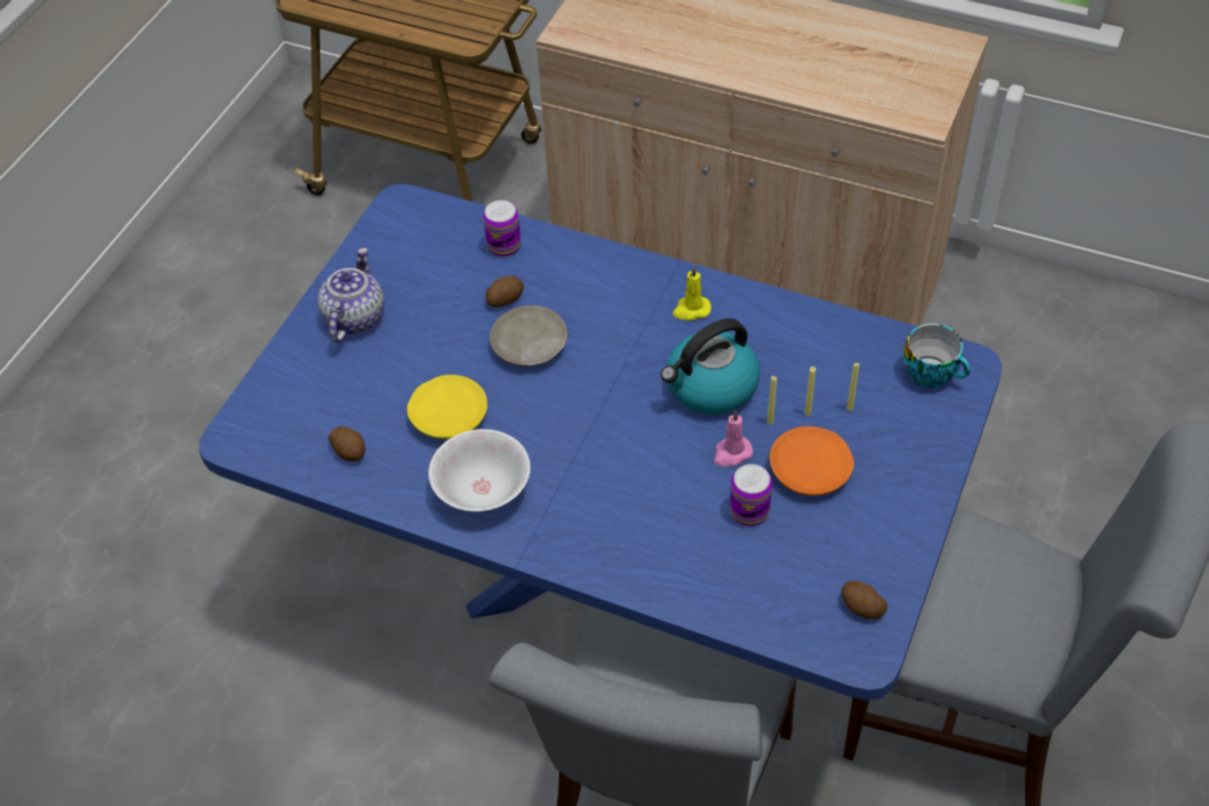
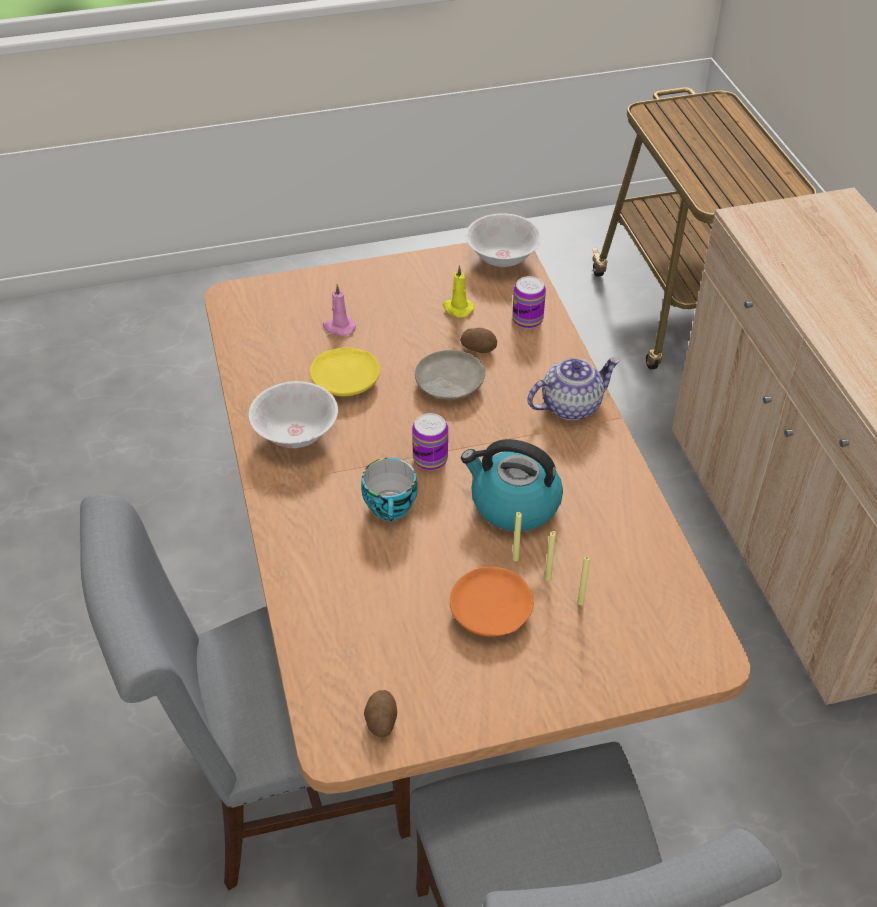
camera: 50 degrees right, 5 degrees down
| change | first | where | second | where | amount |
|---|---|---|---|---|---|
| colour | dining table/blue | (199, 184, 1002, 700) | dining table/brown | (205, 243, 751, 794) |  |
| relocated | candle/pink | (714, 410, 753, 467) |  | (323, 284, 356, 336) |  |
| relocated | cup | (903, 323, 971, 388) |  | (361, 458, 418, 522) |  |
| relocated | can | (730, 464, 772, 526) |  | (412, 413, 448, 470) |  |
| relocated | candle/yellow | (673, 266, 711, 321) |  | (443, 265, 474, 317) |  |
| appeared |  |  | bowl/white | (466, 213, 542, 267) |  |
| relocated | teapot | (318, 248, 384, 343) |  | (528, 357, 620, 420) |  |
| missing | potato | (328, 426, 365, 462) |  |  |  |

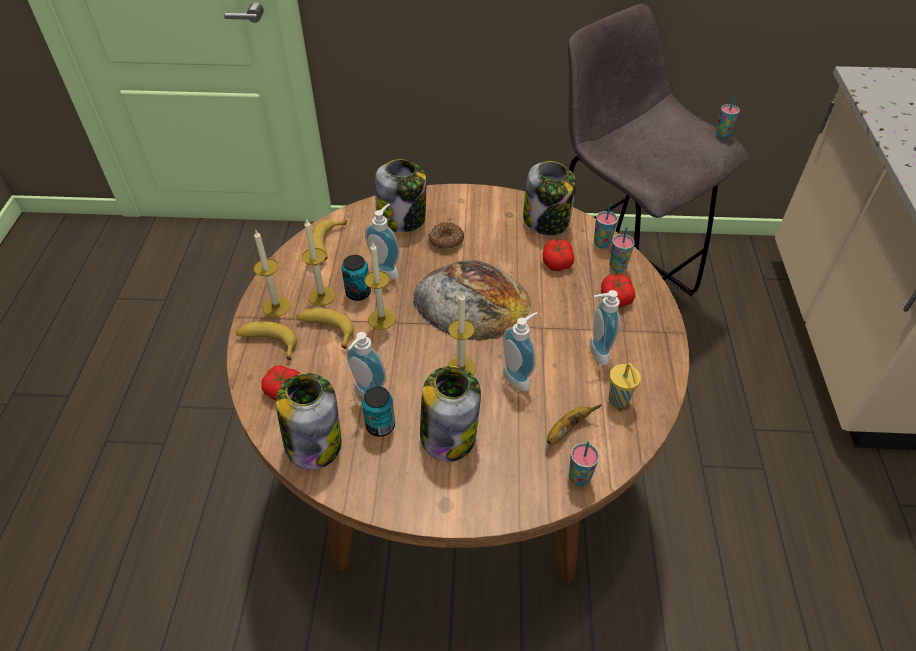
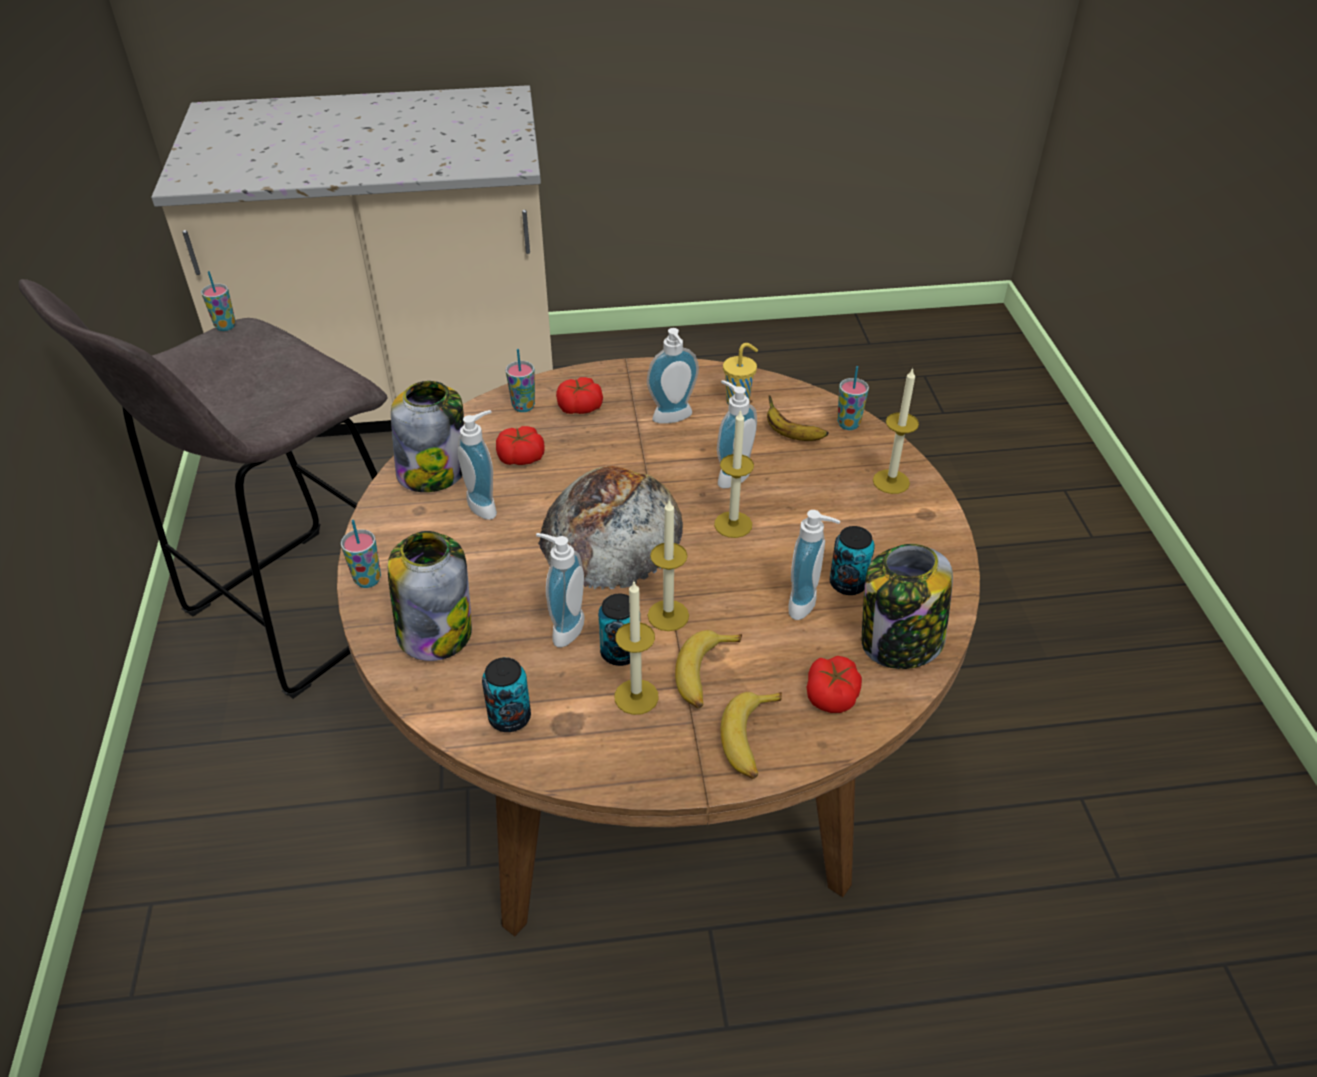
camera: 100 degrees left, 5 degrees down
| change | first | where | second | where | amount |
|---|---|---|---|---|---|
| relocated | cup | (594, 204, 618, 249) |  | (341, 520, 381, 588) |  |
| appeared |  |  | soap dispenser | (457, 410, 497, 520) |  |
| exchanged | banana | (312, 220, 347, 260) | can | (482, 657, 531, 732) |  |
| relocated | candle | (253, 230, 291, 317) |  | (873, 367, 919, 494) |  |
| missing | jar | (420, 366, 481, 462) |  |  |  |
| missing | donut | (428, 222, 464, 251) |  |  |  |

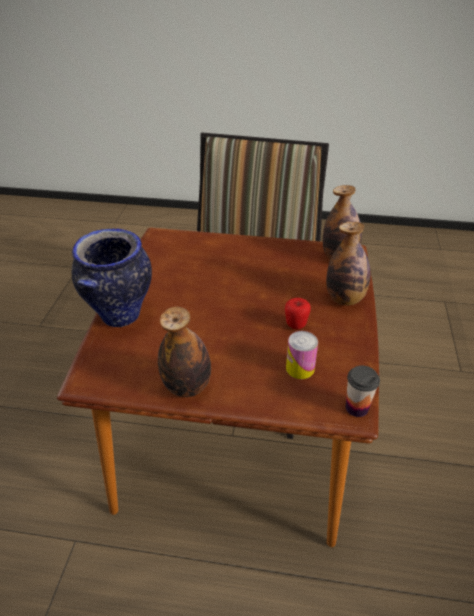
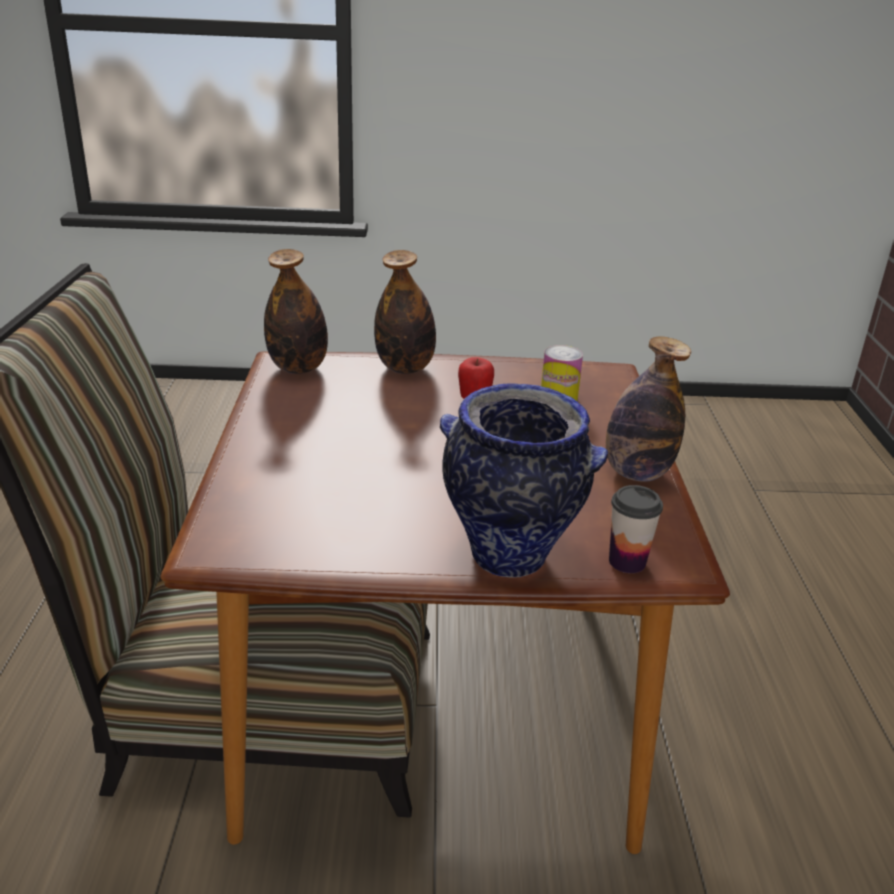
camera: 100 degrees left, 10 degrees down
| change | first | where | second | where | amount |
|---|---|---|---|---|---|
| relocated | cup | (346, 366, 380, 417) |  | (609, 485, 663, 573) |  |

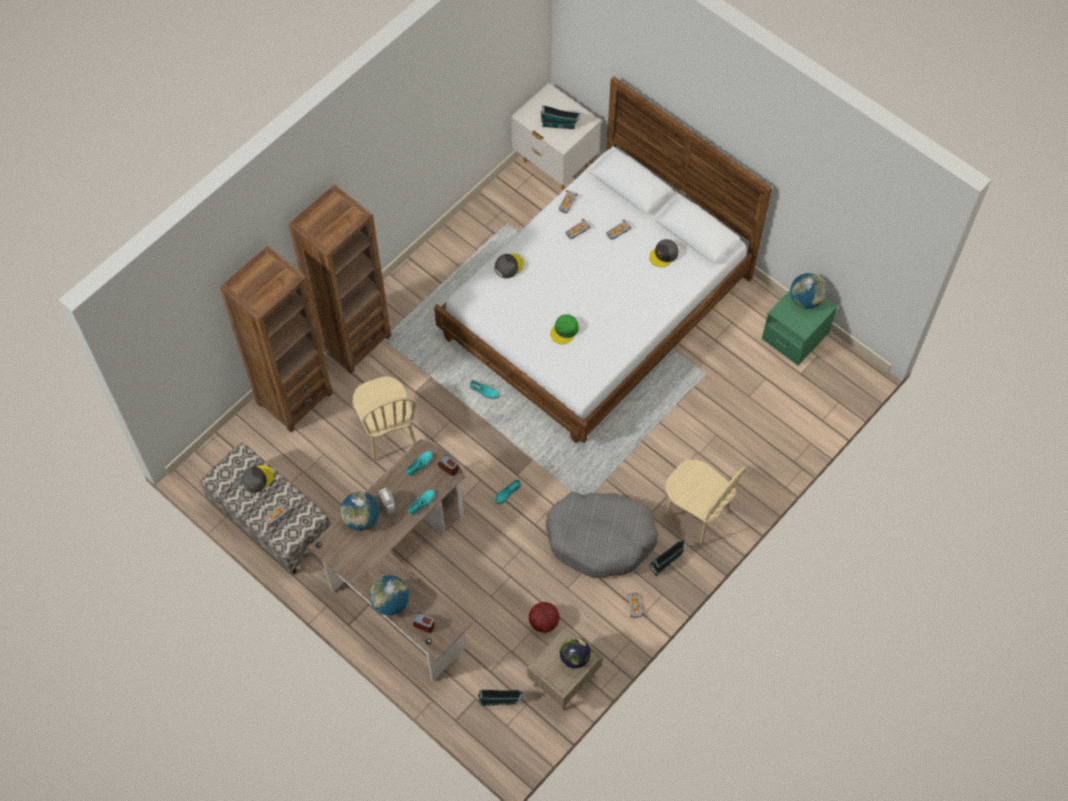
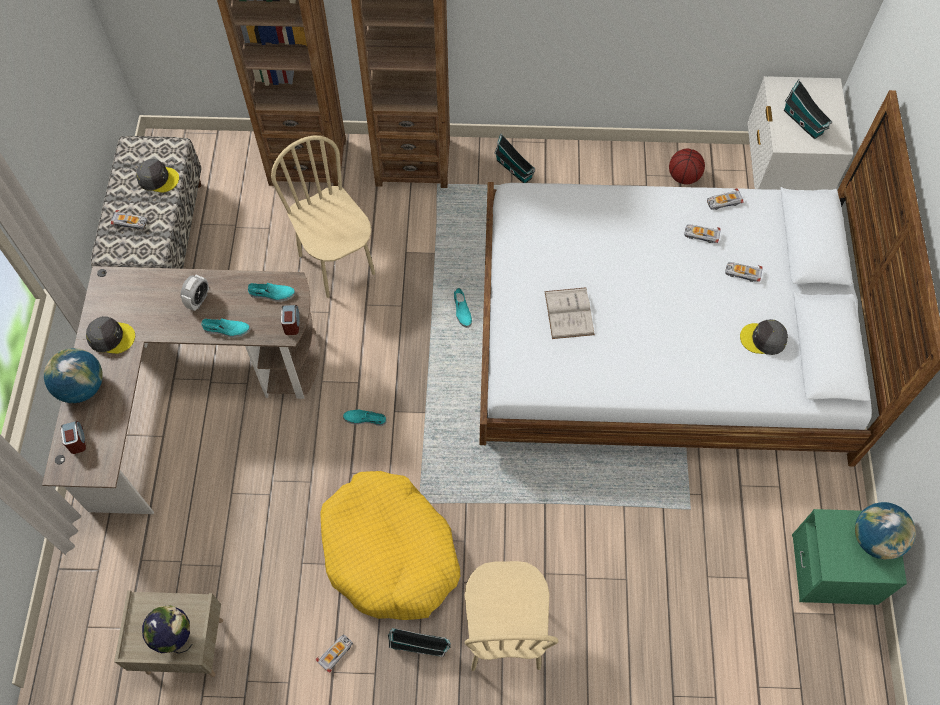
camera: 50 degrees right, 0 degrees up
| change | first | where | second | where | amount |
|---|---|---|---|---|---|
| relocated | cap/grey | (495, 253, 524, 278) |  | (86, 316, 135, 354) |  |
| spun | chair/beige | (353, 376, 416, 461) |  | (271, 136, 375, 298) | 120 degrees clockwise |
| colour | dog bed/grey | (546, 492, 658, 578) | dog bed/yellow | (320, 471, 460, 620) |  |
| relocated | toy house | (478, 690, 523, 706) |  | (494, 133, 535, 183) |  |
| exchanged | cap/green | (550, 314, 579, 344) | book/white | (545, 287, 595, 339) |  |
| relocated | basketball | (529, 602, 560, 633) |  | (669, 149, 705, 185) |  |
| missing | globe | (340, 492, 379, 531) |  |  |  |

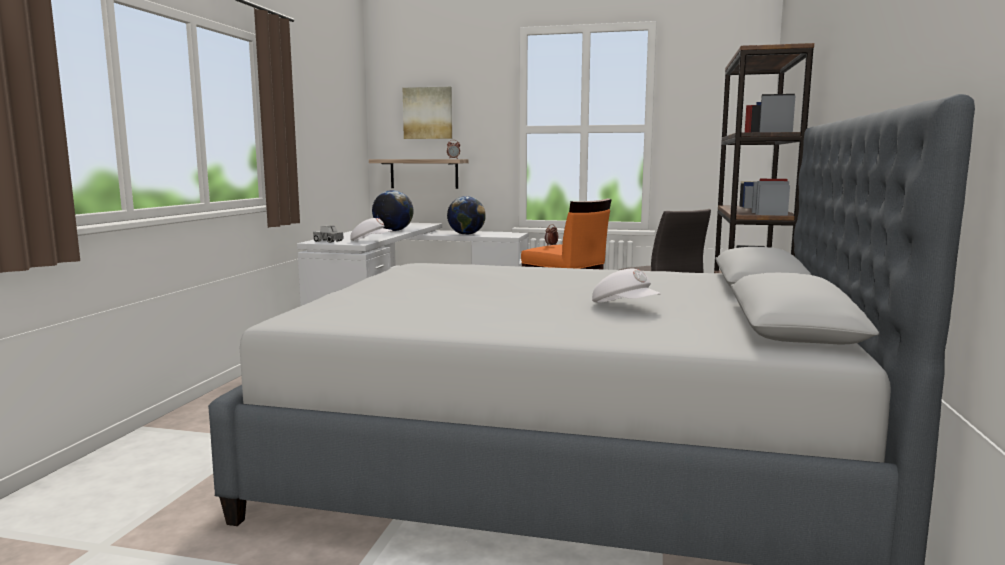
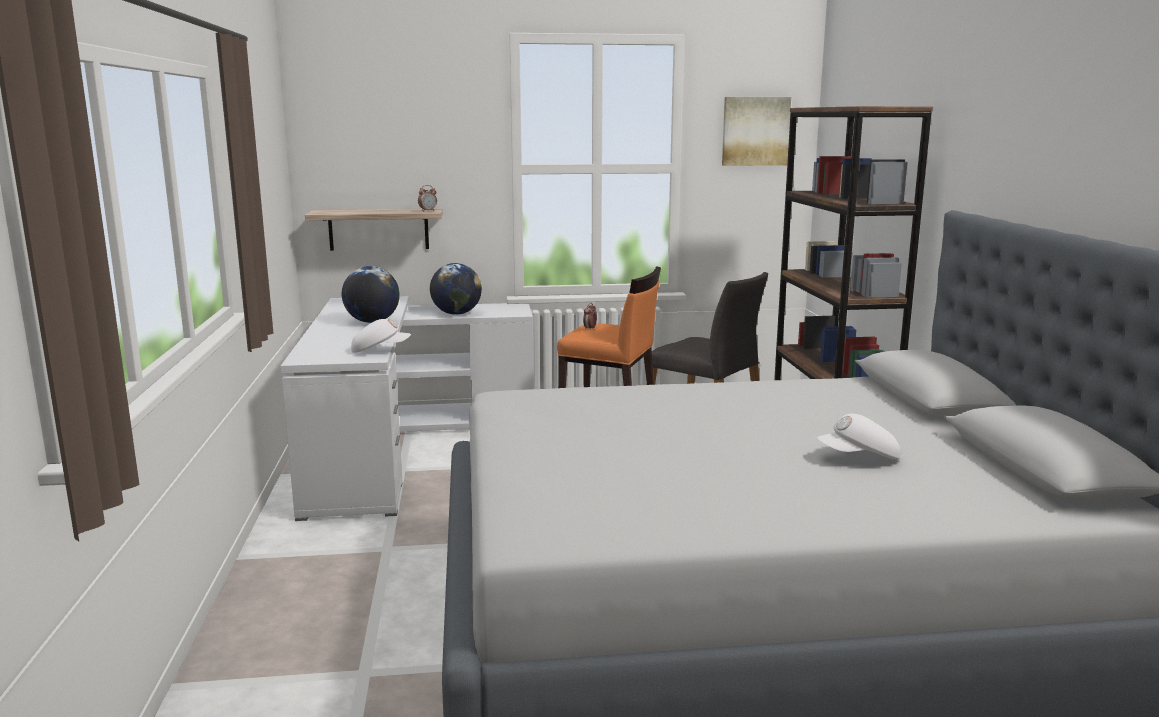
camera: 20 degrees left, 5 degrees up
| change | first | where | second | where | amount |
|---|---|---|---|---|---|
| relocated | picture | (403, 87, 452, 139) |  | (722, 97, 791, 166) |  |
| spun | cap/white | (592, 269, 661, 303) |  | (817, 414, 900, 459) | 135 degrees clockwise |
| missing | toy truck | (313, 225, 344, 243) |  |  |  |

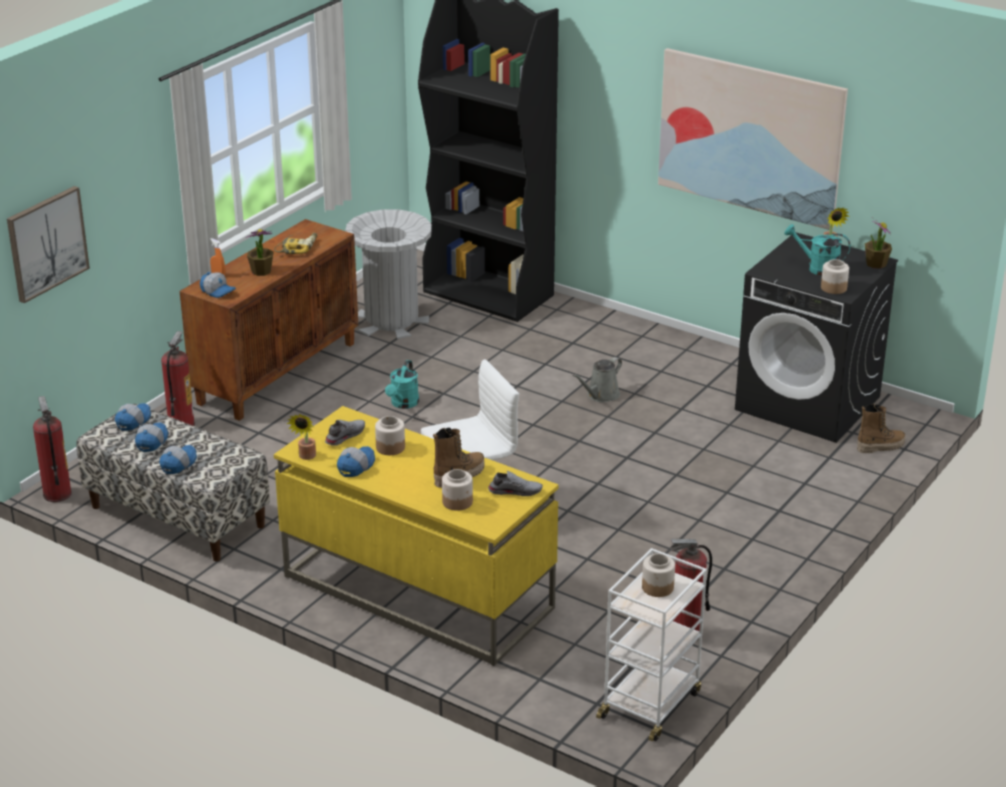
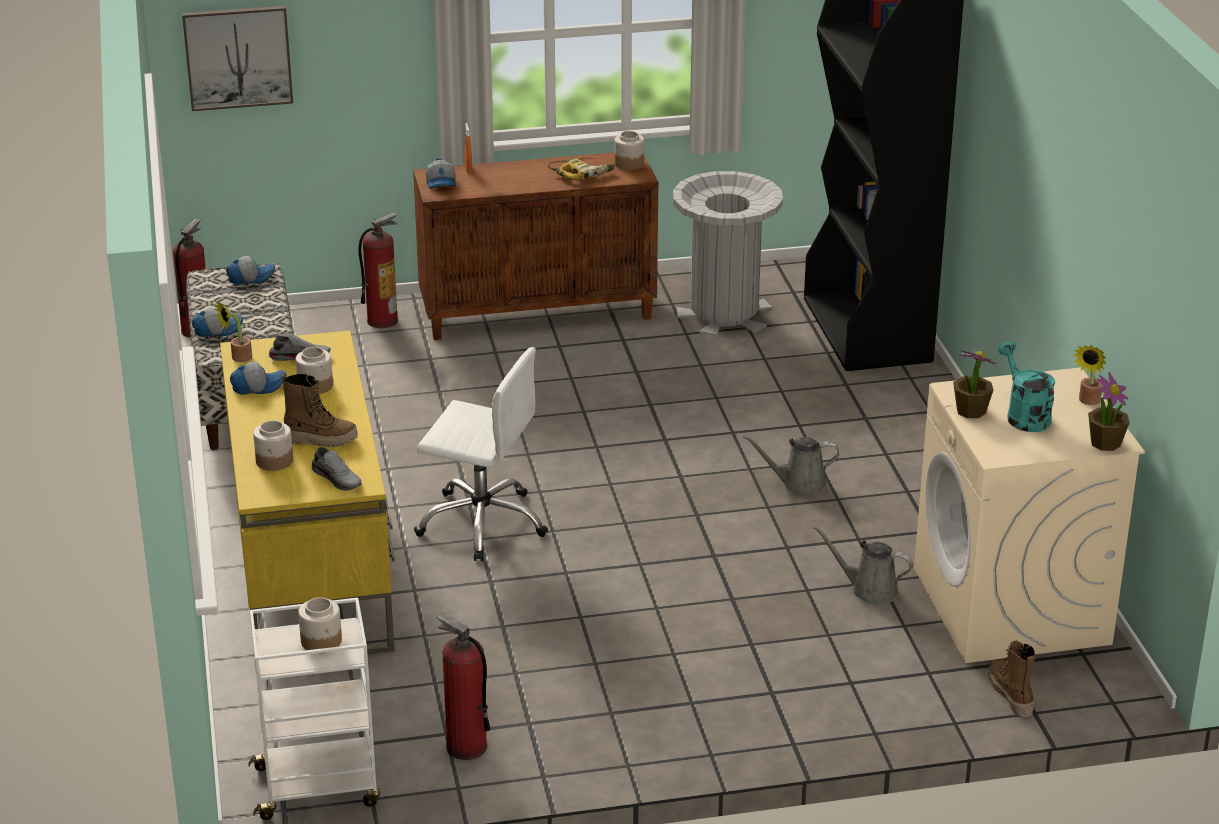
camera: 45 degrees right, 0 degrees up
| change | first | where | second | where | amount |
|---|---|---|---|---|---|
| relocated | jar | (821, 259, 849, 294) |  | (614, 131, 644, 170) |  |
| appeared |  |  | watering can/grey | (813, 525, 913, 604) |  |
| colour | washing machine/black | (735, 232, 898, 443) | washing machine/beige | (914, 368, 1145, 663) |  |
| relocated | potted plant | (246, 229, 274, 276) |  | (953, 351, 997, 418) |  |
| spun | boot | (857, 404, 905, 453) |  | (989, 641, 1035, 717) | 135 degrees counterclockwise |
| missing | cap | (135, 422, 168, 452) |  |  |  |
| missing | watering can/turquoise | (385, 360, 419, 409) |  |  |  |
| missing | picture | (658, 48, 848, 230) |  |  |  |

